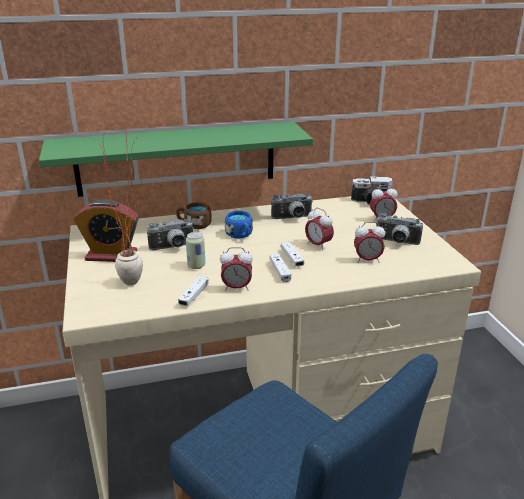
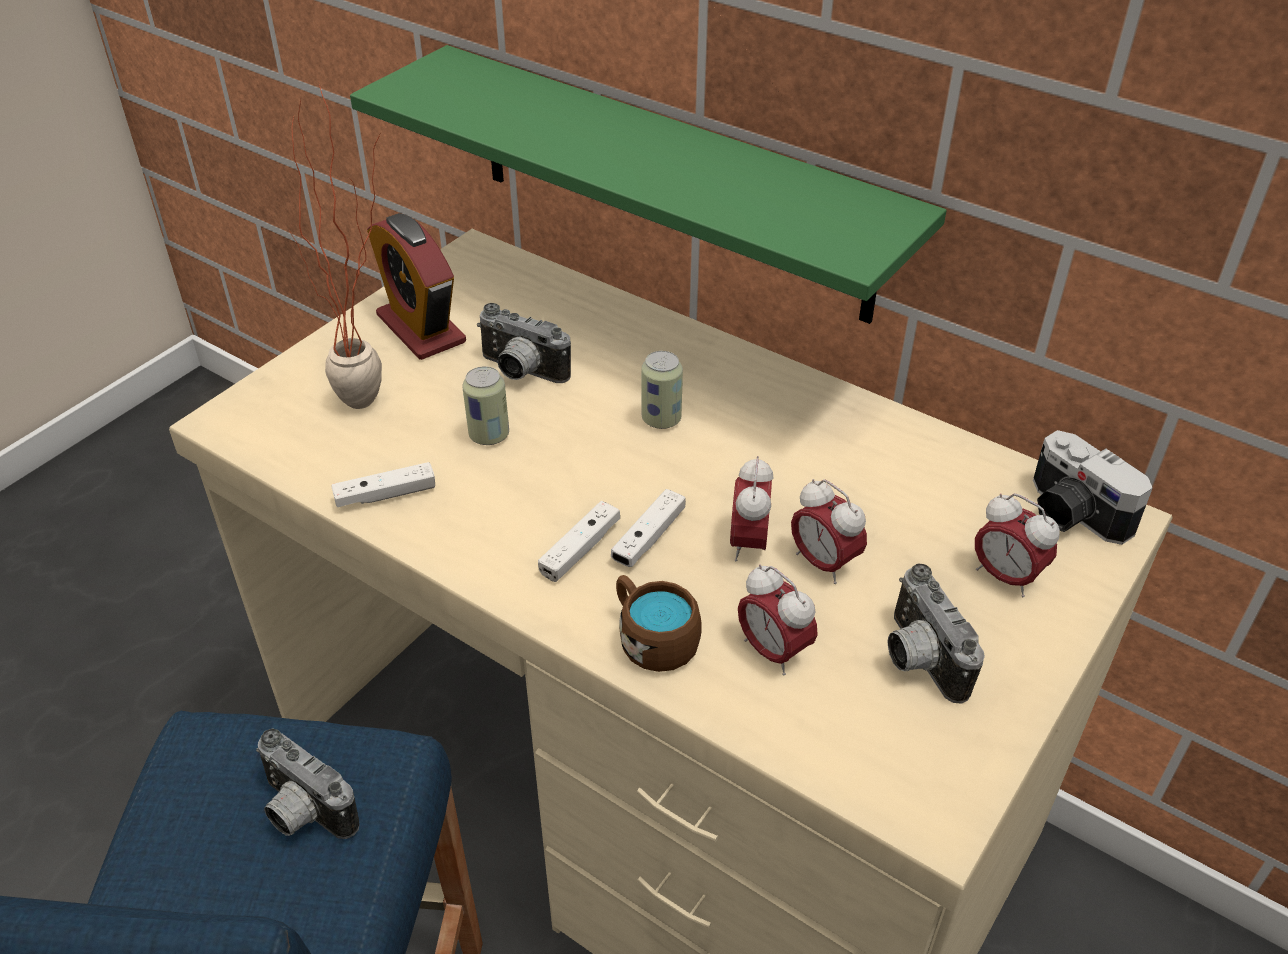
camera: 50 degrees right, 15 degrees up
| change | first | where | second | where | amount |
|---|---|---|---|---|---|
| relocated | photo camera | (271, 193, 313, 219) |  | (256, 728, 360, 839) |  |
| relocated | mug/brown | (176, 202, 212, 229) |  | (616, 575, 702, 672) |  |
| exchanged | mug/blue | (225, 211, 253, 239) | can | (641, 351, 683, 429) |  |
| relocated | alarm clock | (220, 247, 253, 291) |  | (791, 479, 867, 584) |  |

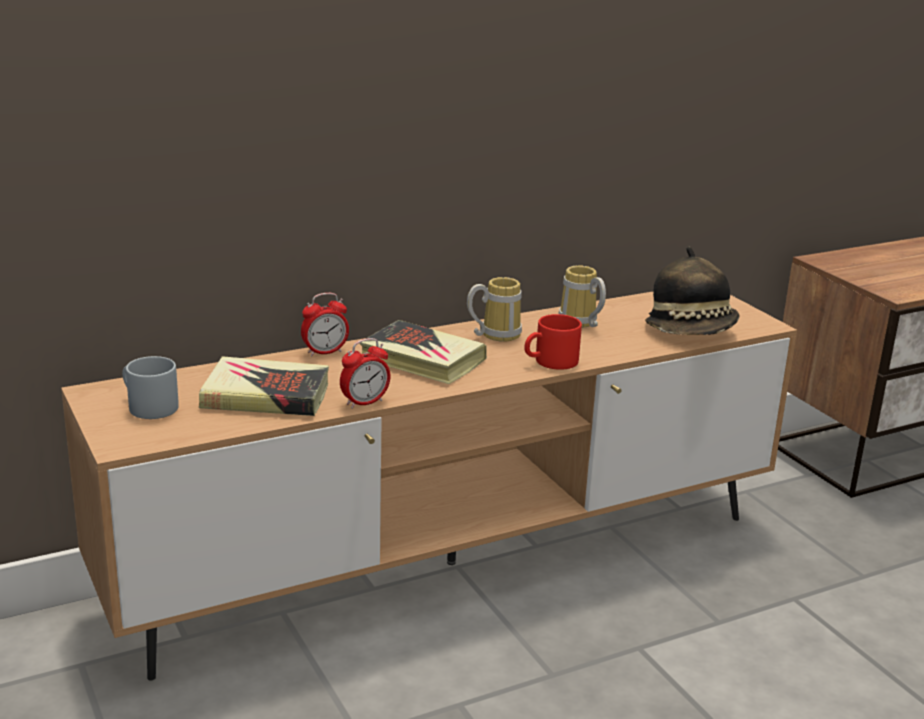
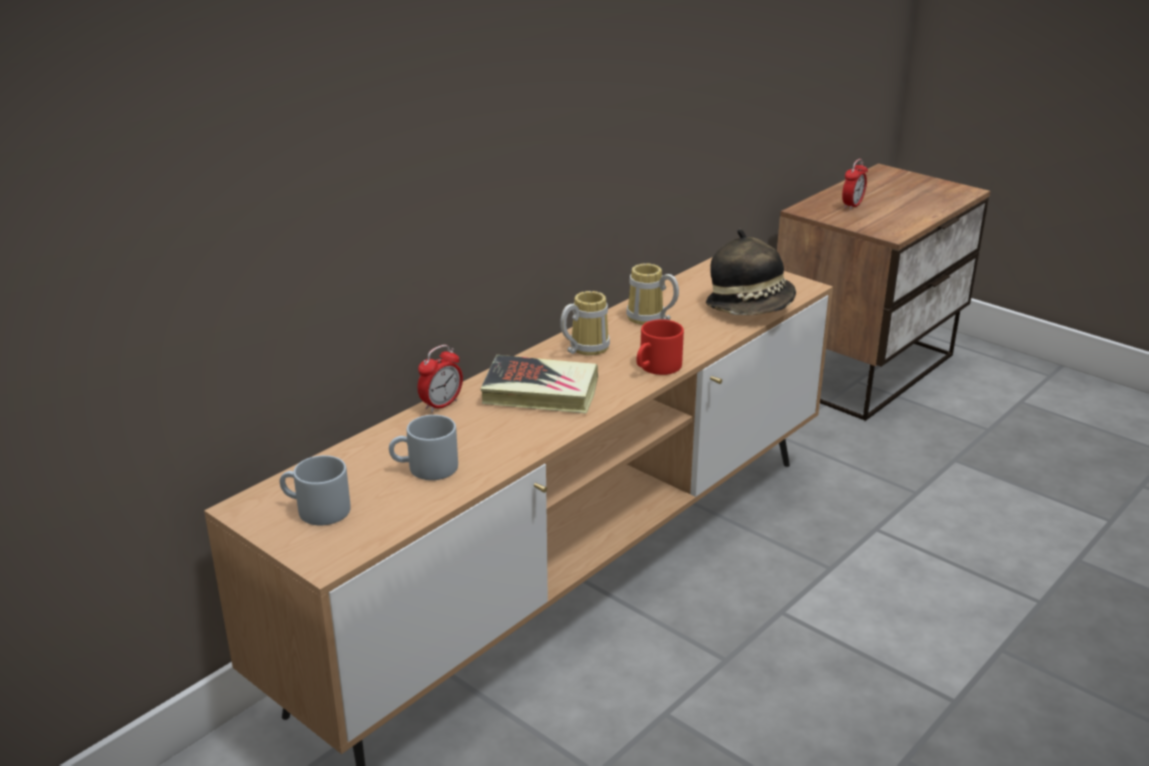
camera: 20 degrees left, 5 degrees up
| change | first | where | second | where | amount |
|---|---|---|---|---|---|
| exchanged | book | (199, 356, 329, 416) | mug/grey | (389, 415, 458, 480) |  |
| relocated | alarm clock | (340, 338, 390, 409) |  | (842, 159, 868, 210) |  |

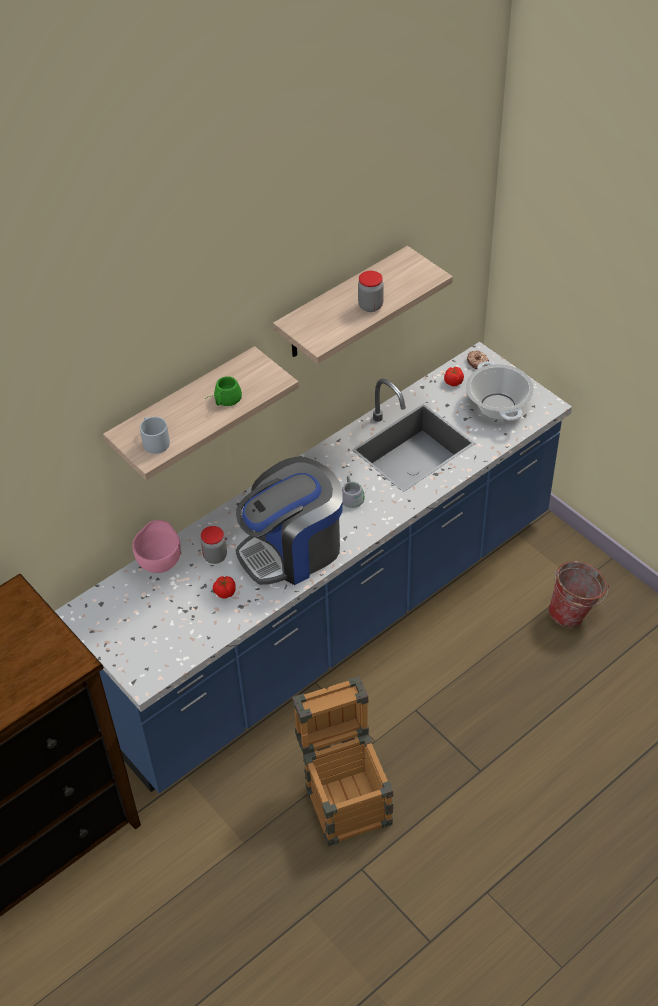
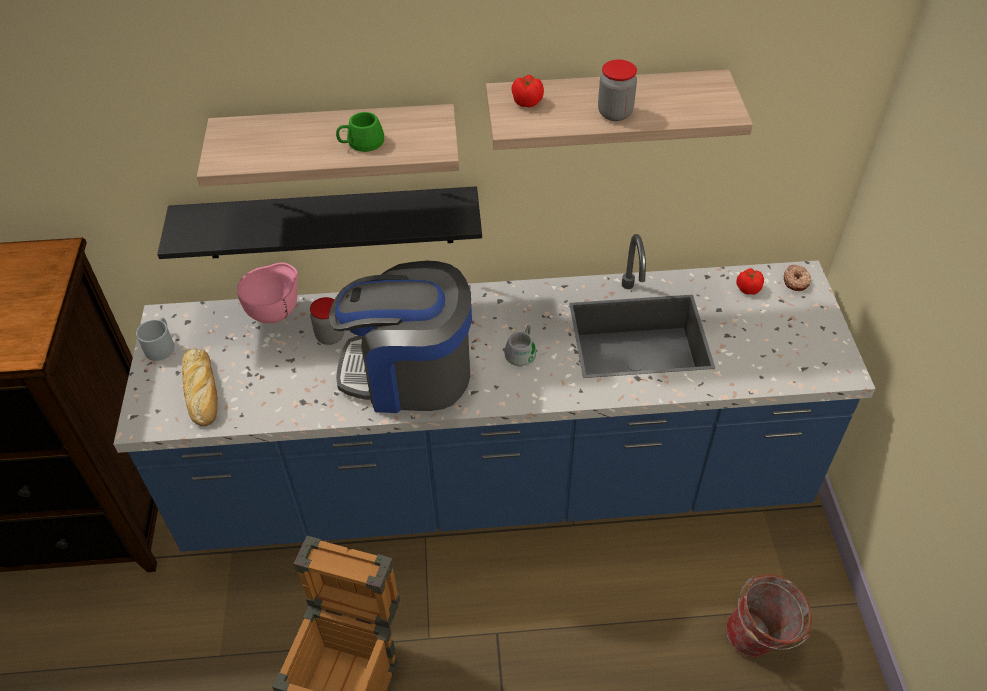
camera: 35 degrees right, 0 degrees up
| change | first | where | second | where | amount |
|---|---|---|---|---|---|
| relocated | mug/grey | (140, 417, 170, 454) |  | (136, 318, 175, 361) |  |
| appeared |  |  | shelf/black | (157, 186, 482, 259) |  |
| appeared |  |  | bread | (182, 348, 217, 426) |  |
| relocated | tomato | (213, 576, 235, 599) |  | (511, 75, 544, 107) |  |
| missing | cooking pot | (466, 361, 534, 421) |  |  |  |

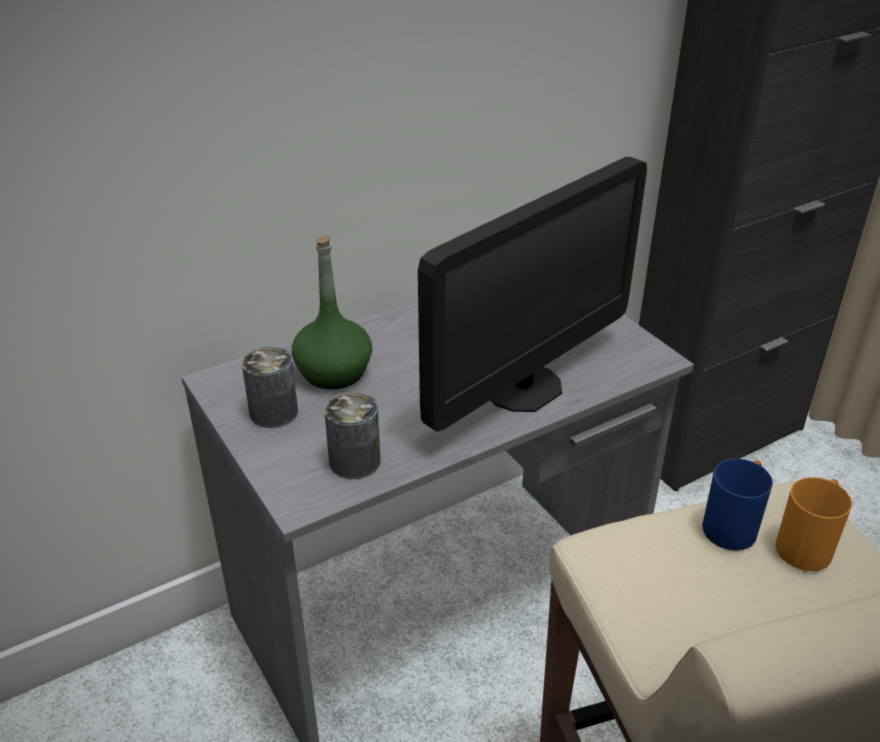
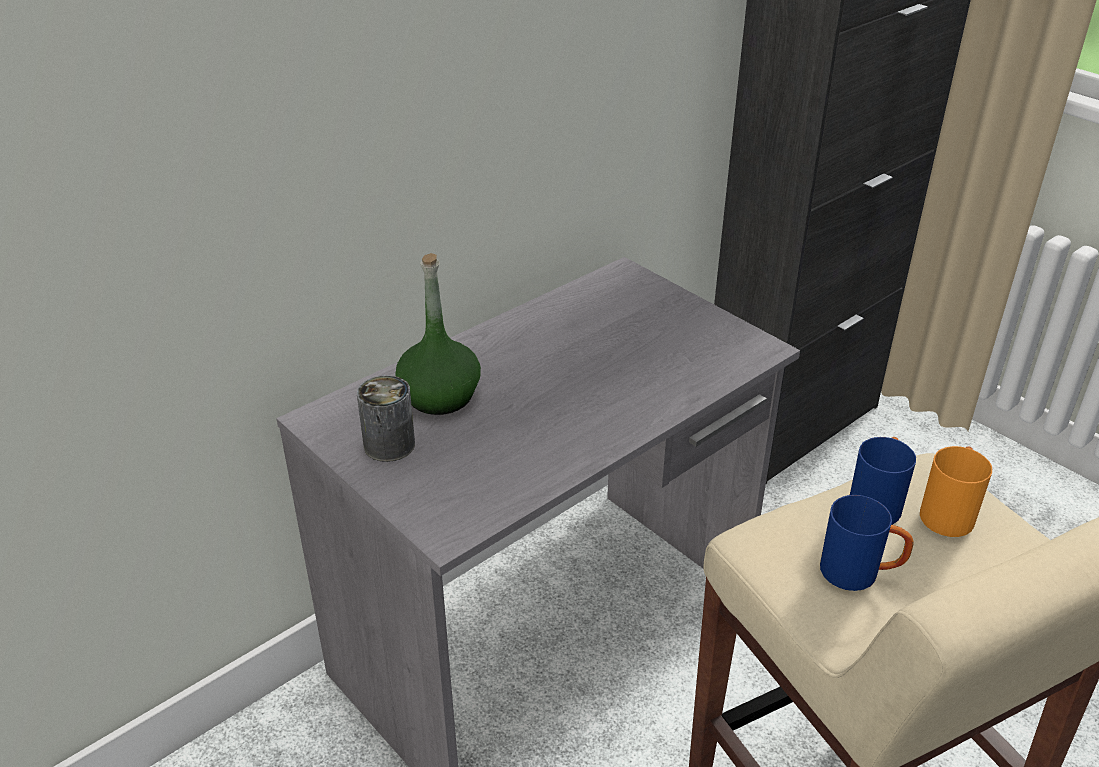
camera: 10 degrees left, 0 degrees up
| change | first | where | second | where | amount |
|---|---|---|---|---|---|
| appeared |  |  | mug/blue | (820, 495, 914, 591) |  |
| missing | can | (324, 392, 381, 479) |  |  |  |
| missing | monitor | (418, 157, 647, 432) |  |  |  |

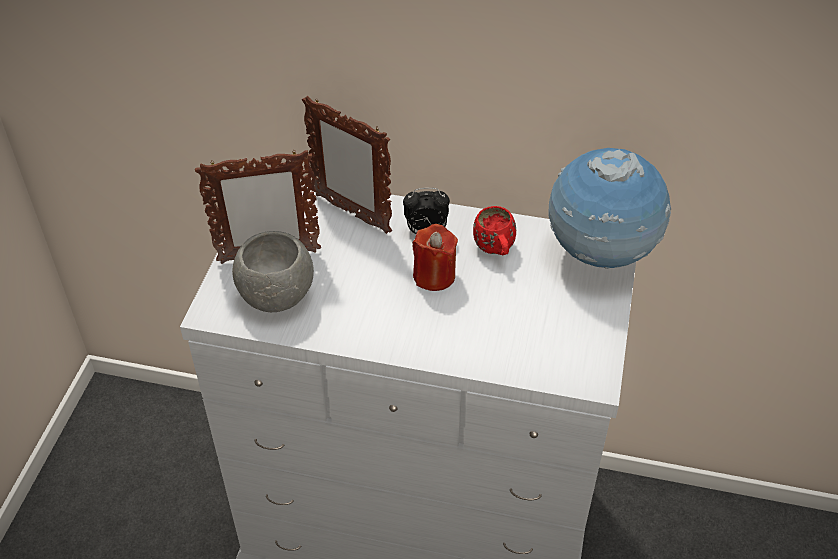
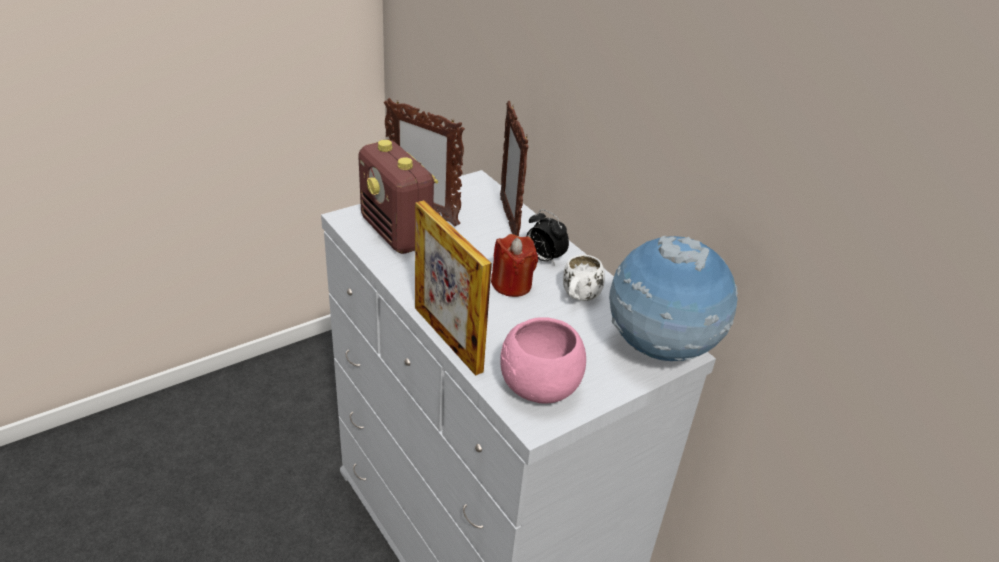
camera: 40 degrees right, 10 degrees down
| change | first | where | second | where | amount |
|---|---|---|---|---|---|
| exchanged | bowl/grey | (232, 231, 314, 312) | radio | (358, 140, 438, 254) |  |
| appeared |  |  | picture frame | (415, 200, 492, 376) |  |
| appeared |  |  | bowl/pink | (500, 317, 586, 404) |  |
| colour | mug/red | (473, 206, 516, 255) | mug/white | (563, 255, 605, 301) |  |

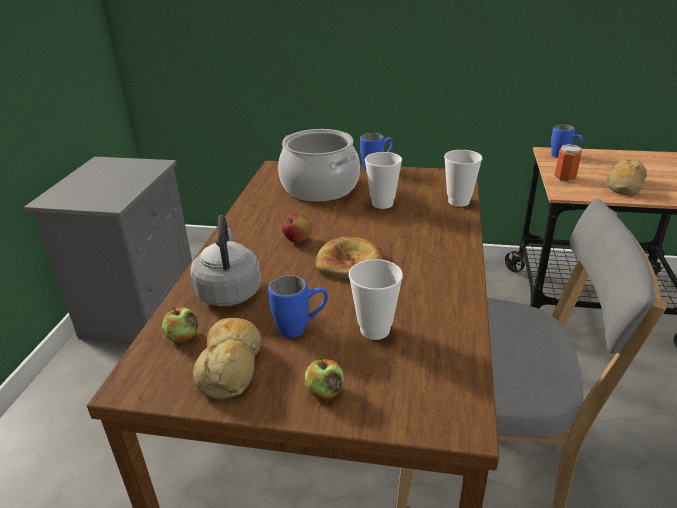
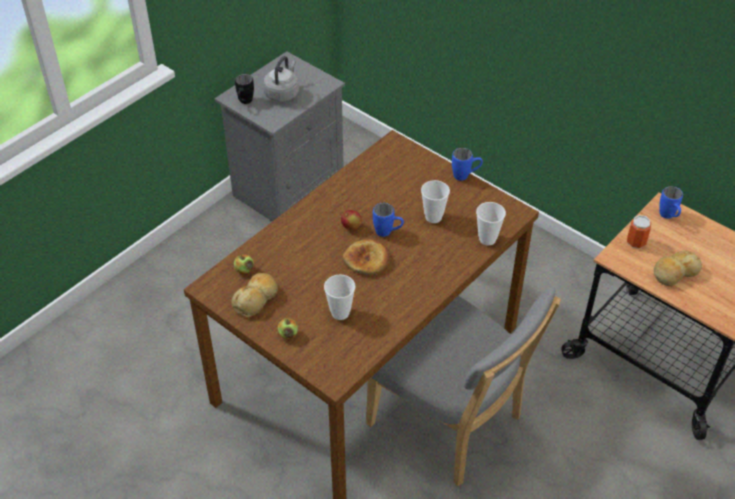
camera: 30 degrees right, 15 degrees up
| change | first | where | second | where | amount |
|---|---|---|---|---|---|
| appeared |  |  | mug/black | (235, 74, 254, 104) |  |
| relocated | kettle/grey | (190, 215, 261, 306) |  | (263, 56, 299, 102) |  |
| relocated | mug/blue | (268, 275, 328, 338) |  | (373, 203, 404, 237) |  |
| missing | cooking pot | (278, 129, 360, 201) |  |  |  |

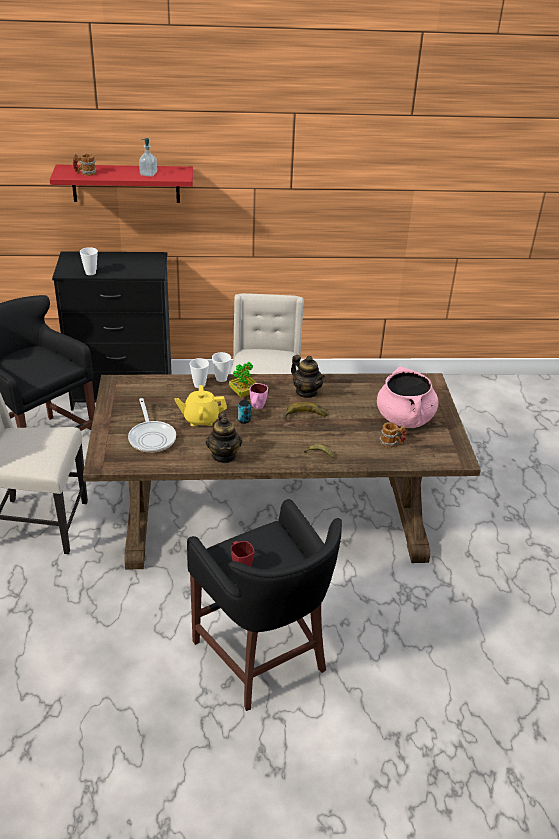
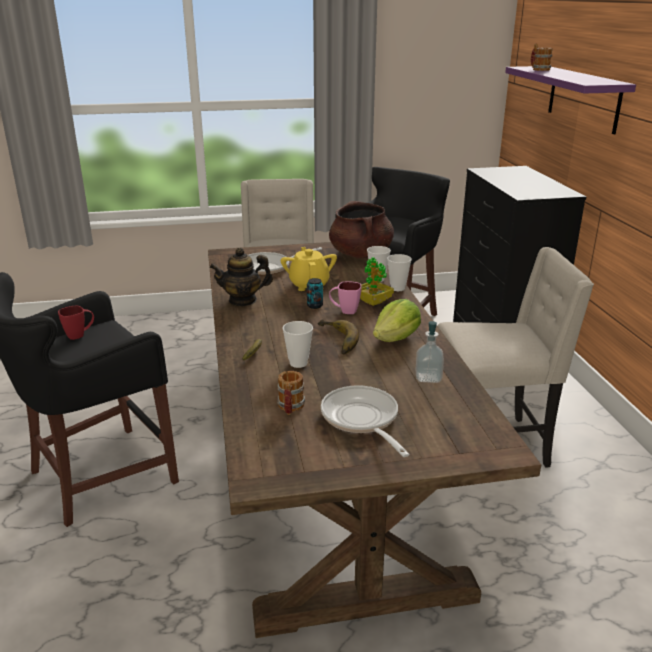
camera: 85 degrees right, 10 degrees down
| change | first | where | second | where | amount |
|---|---|---|---|---|---|
| relocated | cup | (80, 247, 98, 275) |  | (283, 321, 313, 368) |  |
| exchanged | cooking pot/pink | (377, 366, 438, 428) | frying pan | (321, 385, 409, 457) |  |
| appeared |  |  | cooking pot/brown | (329, 201, 394, 259) |  |
| exchanged | teapot | (291, 355, 325, 398) | lettuce | (373, 299, 421, 342) |  |
| relocated | soap dispenser | (139, 138, 157, 177) |  | (416, 321, 444, 383) |  |
| colour | shelf/red | (50, 165, 193, 203) | shelf/purple | (505, 66, 636, 134) |  |

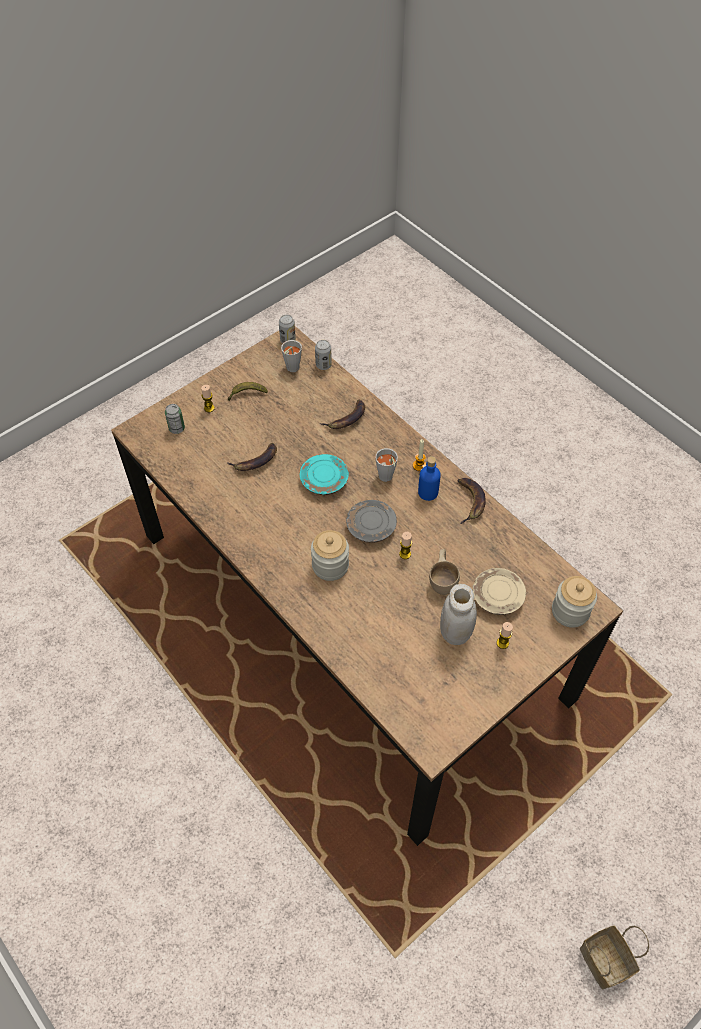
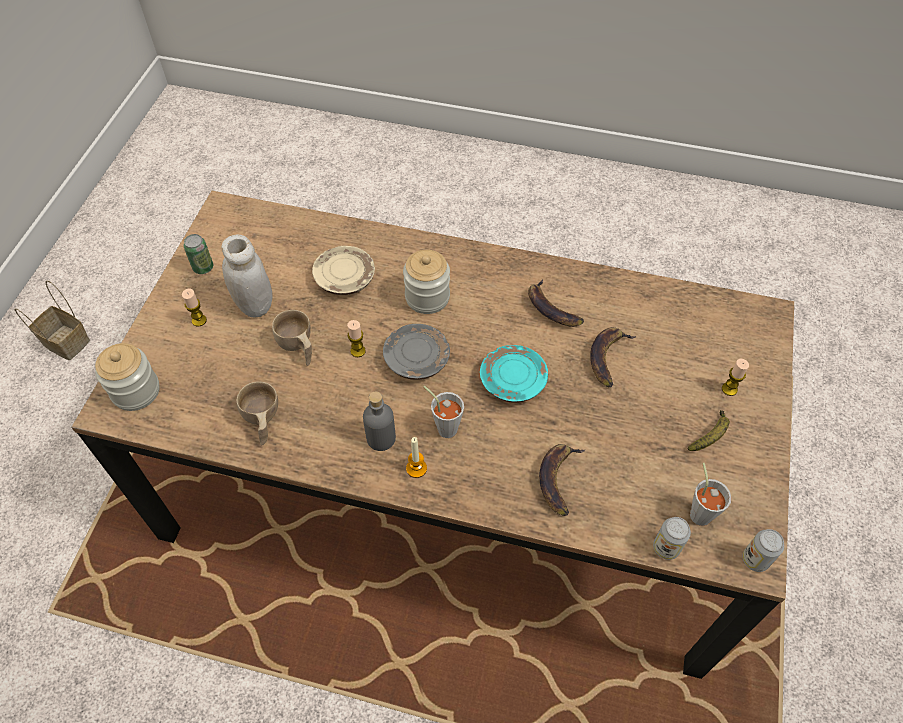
camera: 145 degrees right, 0 degrees up
| change | first | where | second | where | amount |
|---|---|---|---|---|---|
| relocated | can | (165, 404, 185, 434) |  | (184, 234, 213, 274) |  |
| appeared |  |  | cup/beige | (237, 382, 278, 445) |  |
| relocated | plate/beige | (473, 568, 526, 615) |  | (312, 246, 375, 295) |  |
| colour | bottle/blue | (418, 456, 441, 501) | bottle/grey | (363, 391, 396, 451) |  |
| relocated | banana | (458, 478, 486, 524) |  | (528, 279, 584, 327) |  |

